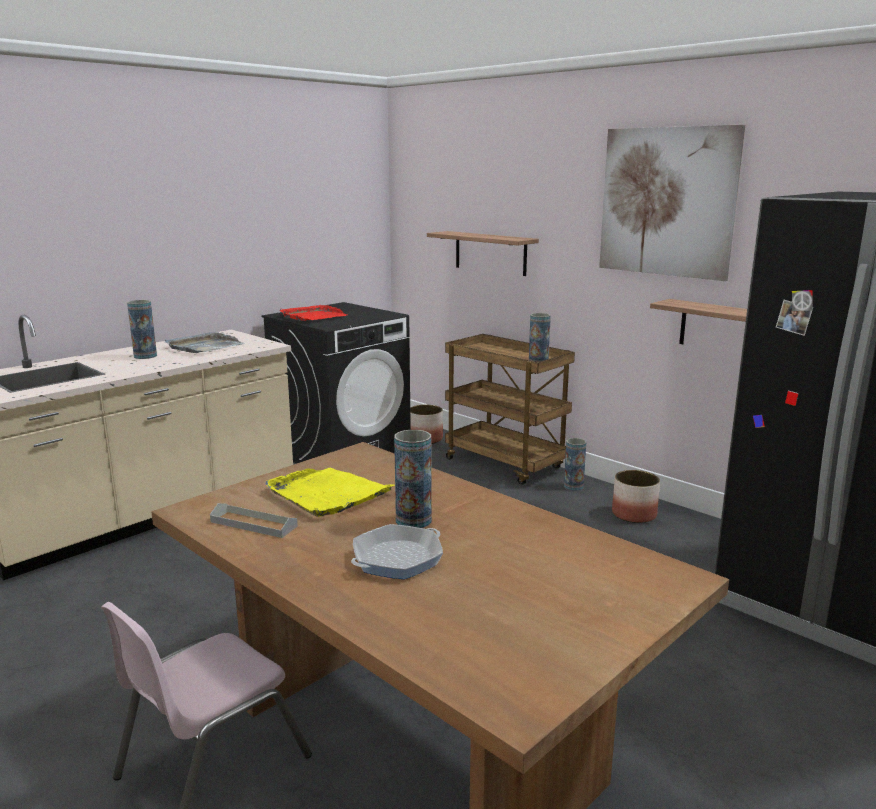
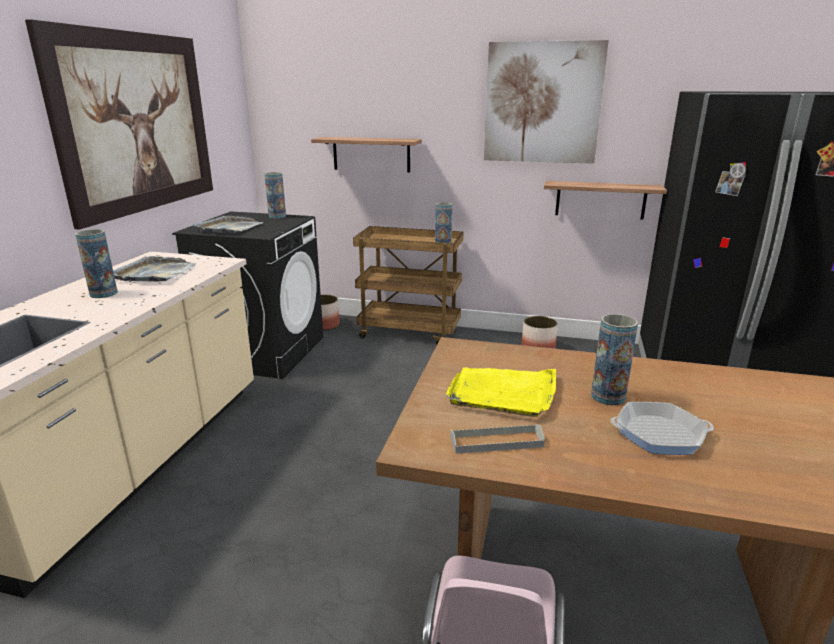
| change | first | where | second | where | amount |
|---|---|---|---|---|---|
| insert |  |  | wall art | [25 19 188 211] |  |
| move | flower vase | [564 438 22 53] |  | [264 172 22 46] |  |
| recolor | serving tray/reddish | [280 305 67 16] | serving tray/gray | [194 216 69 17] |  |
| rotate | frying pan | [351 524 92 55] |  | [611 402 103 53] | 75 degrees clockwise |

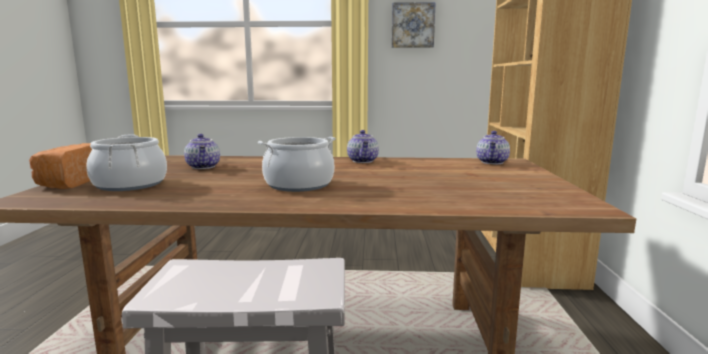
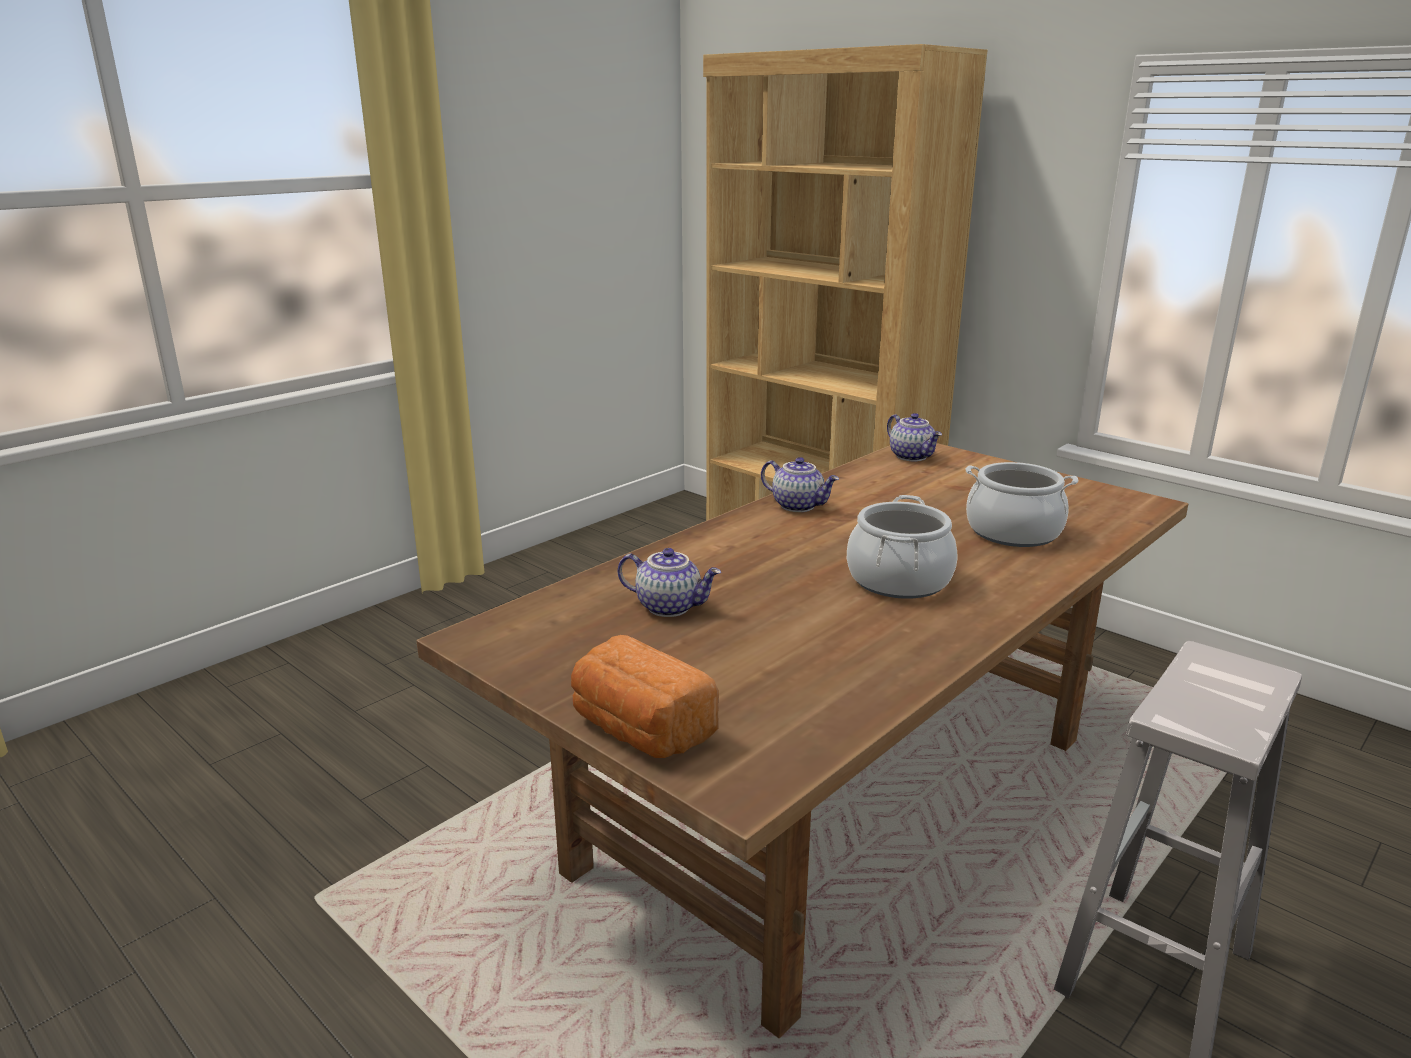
| change | first | where | second | where | amount |
|---|---|---|---|---|---|
| delete | wall art | [392 2 44 46] |  |  |  |
| move | stockpot | [87 134 80 57] |  | [966 462 112 85] |  |

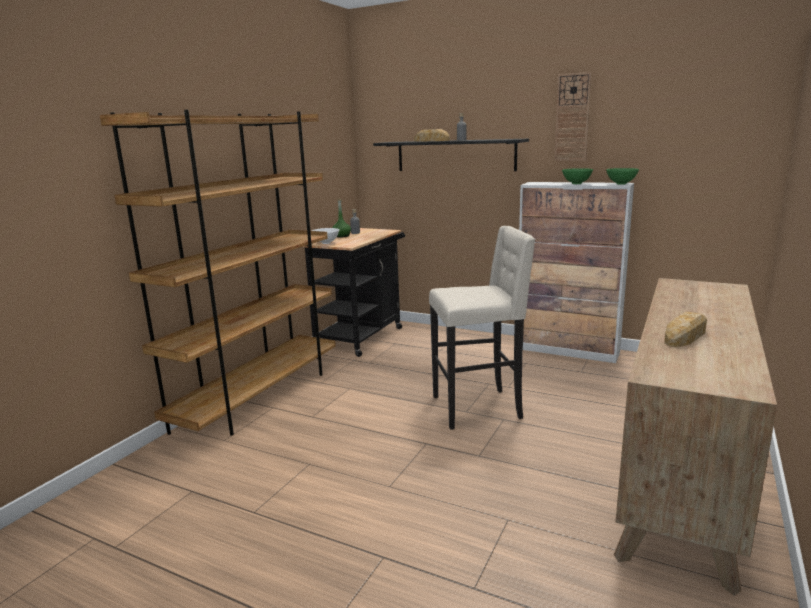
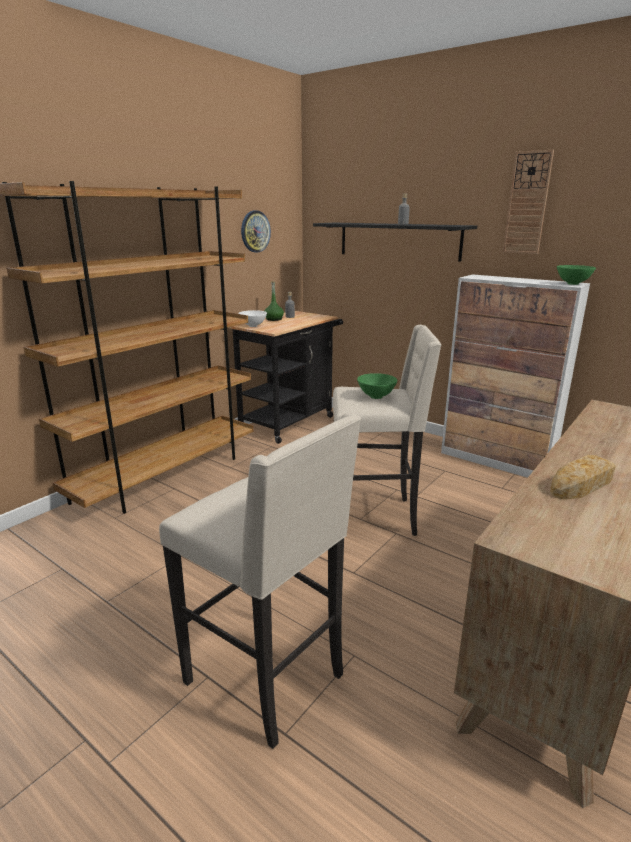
| change | first | where | second | where | amount |
|---|---|---|---|---|---|
| delete | bakery bread | [414 129 36 13] |  |  |  |
| insert |  |  | stool seat/sand-coloured | [159 413 202 336] |  |
| insert |  |  | wall clock | [241 211 30 42] |  |
| move | deep dish/green | [562 168 31 16] |  | [357 373 40 26] |  |

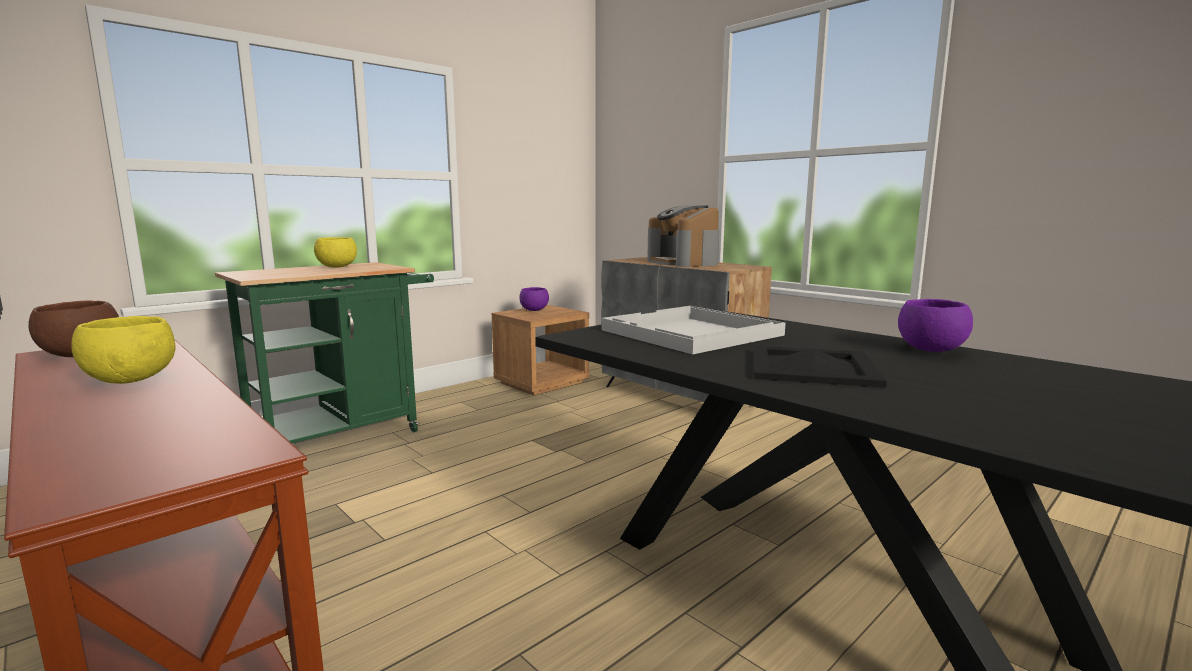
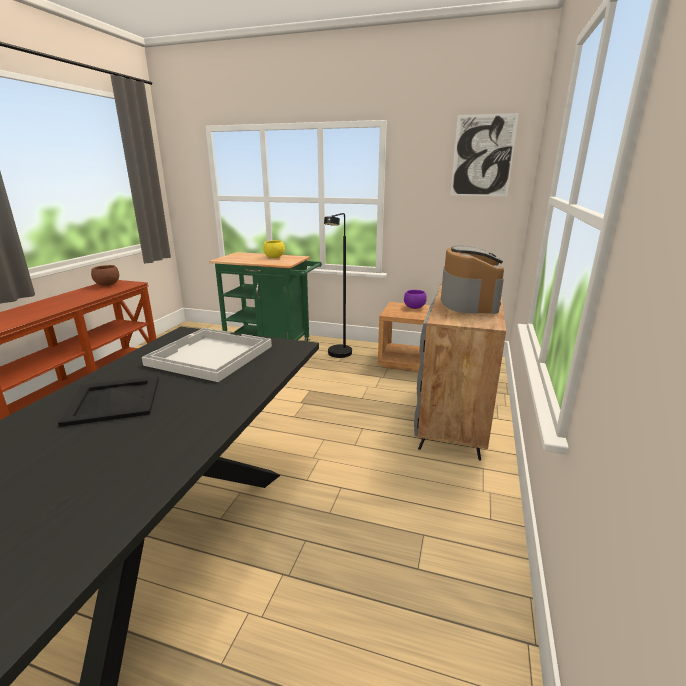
| change | first | where | second | where | amount |
|---|---|---|---|---|---|
| delete | deep dish/yellow | [71 316 105 68] |  |  |  |
| delete | deep dish/purple | [898 299 75 53] |  |  |  |
| insert |  |  | standard lamp/black | [324 213 28 145] |  |
| insert |  |  | wall art | [451 113 68 83] |  |
| rotate | coffee machine | [647 205 72 62] |  | [441 245 63 69] | 150 degrees clockwise |

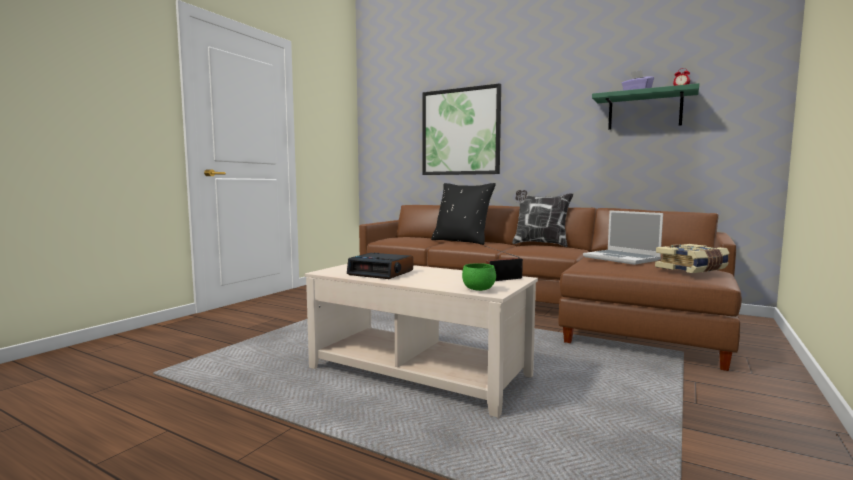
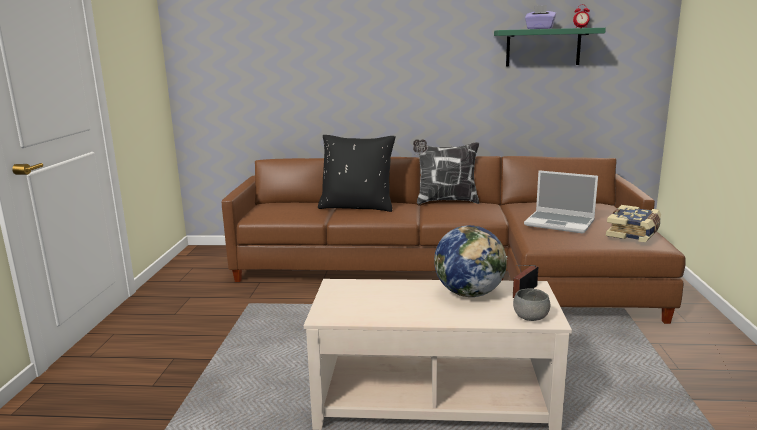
| change | first | where | second | where | amount |
|---|---|---|---|---|---|
| delete | table clock | [347 253 66 26] |  |  |  |
| delete | wall art | [422 83 79 92] |  |  |  |
| insert |  |  | globe | [434 225 73 72] |  |
| recolor | deep dish/green | [462 263 34 28] | deep dish/gray | [513 289 37 32] |  |

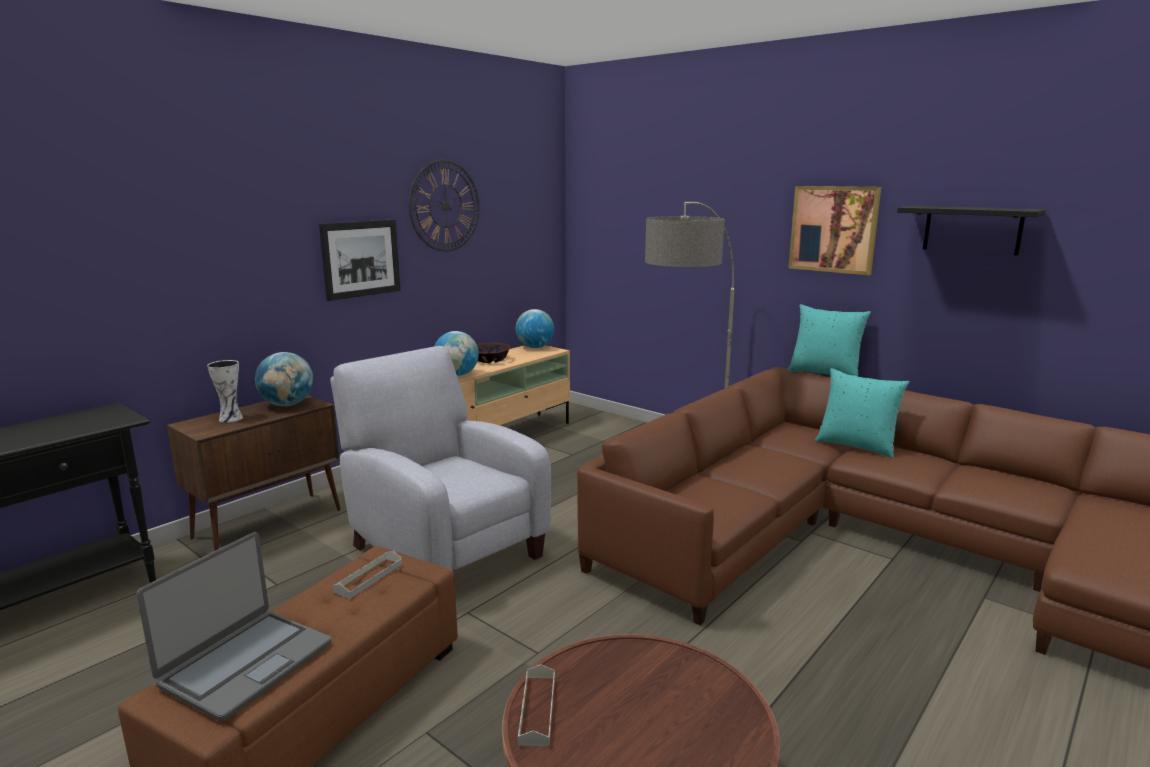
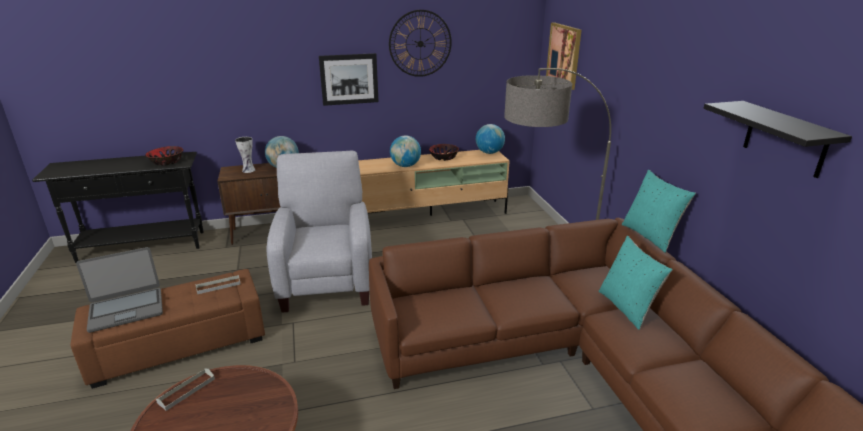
| change | first | where | second | where | amount |
|---|---|---|---|---|---|
| insert |  |  | deep dish | [145 146 38 20] |  |
| move | wall art | [789 186 92 89] |  | [546 23 36 67] |  |

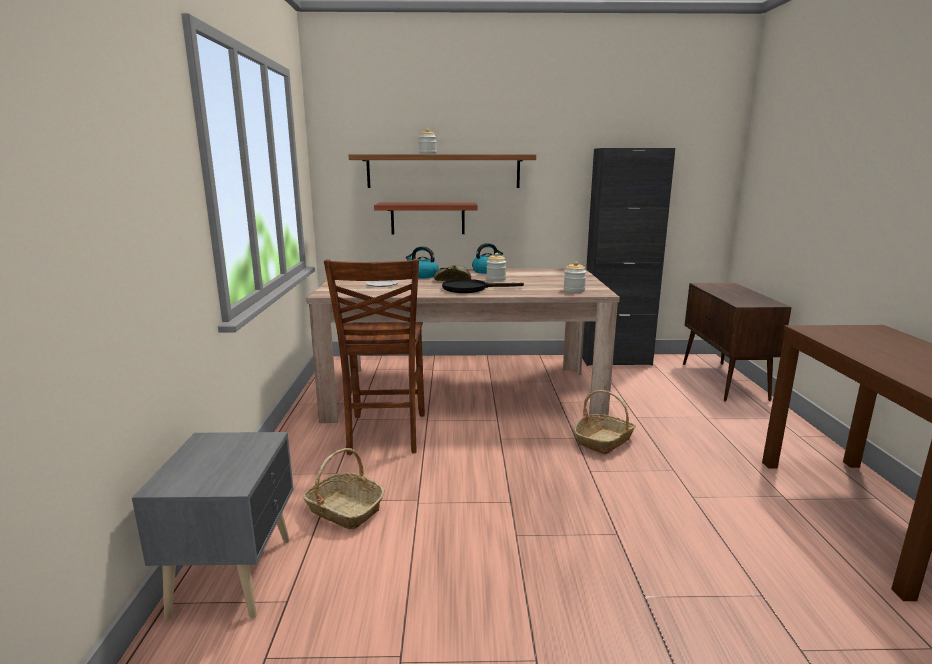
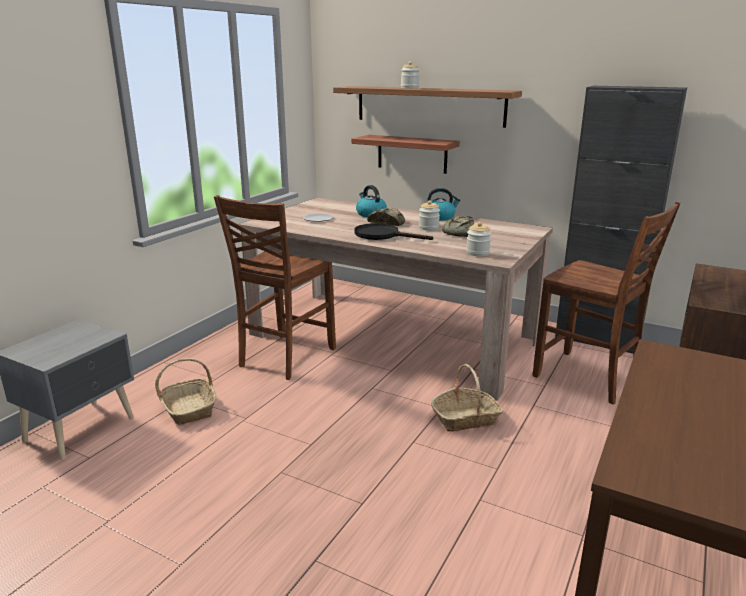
| change | first | where | second | where | amount |
|---|---|---|---|---|---|
| insert |  |  | bakery bread | [442 216 32 21] |  |
| insert |  |  | upright chair/brown | [533 202 147 203] |  |

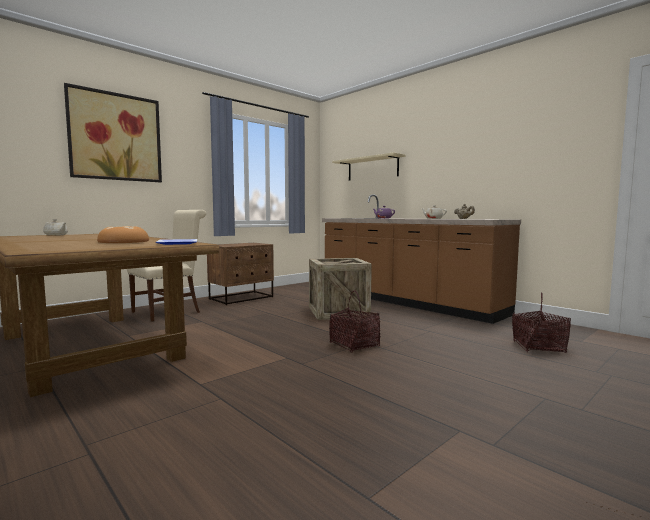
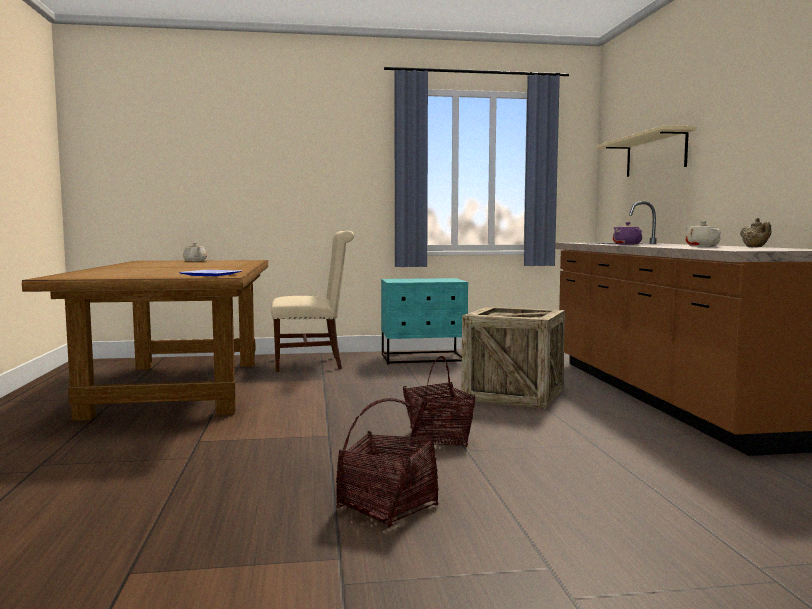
| change | first | where | second | where | amount |
|---|---|---|---|---|---|
| delete | wall art | [64 83 98 99] |  |  |  |
| delete | bakery bread | [97 226 52 17] |  |  |  |
| move | storage basket | [512 292 59 61] |  | [336 398 103 129] |  |
| recolor | bedside table/brown | [207 243 67 62] | bedside table/turquoise-coloured | [381 278 87 87] |  |

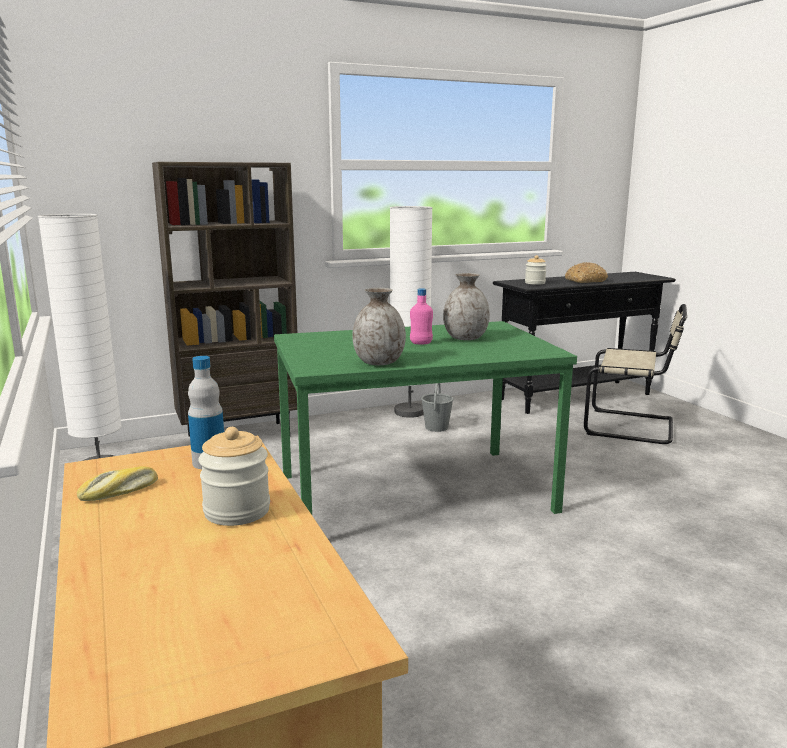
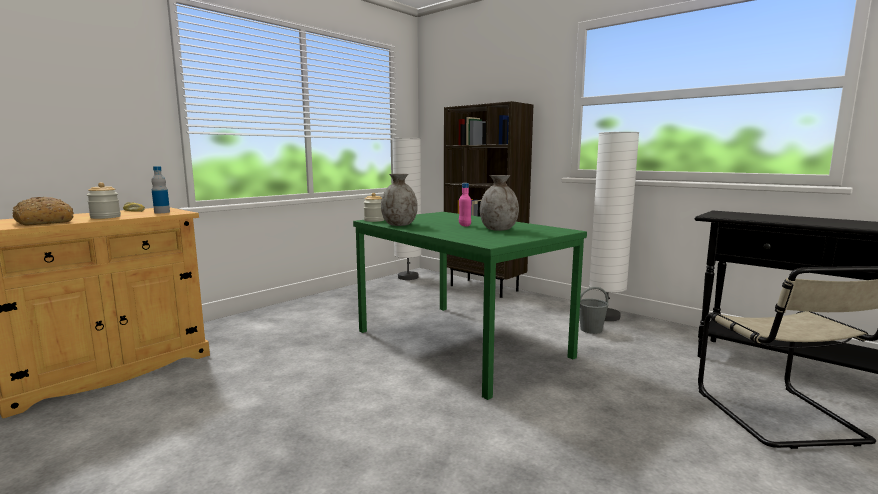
| change | first | where | second | where | amount |
|---|---|---|---|---|---|
| move | jar | [525 255 22 30] |  | [363 193 21 29] |  |
| move | bakery bread | [565 262 43 21] |  | [12 197 61 29] |  |

